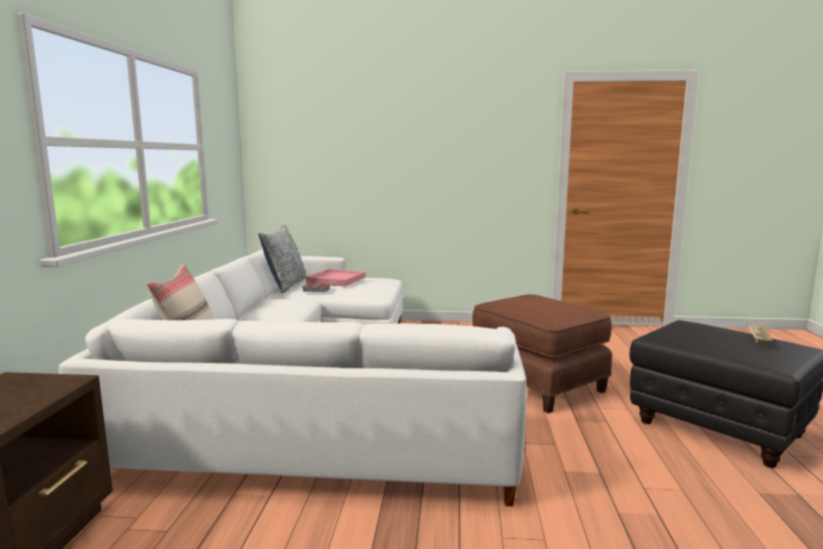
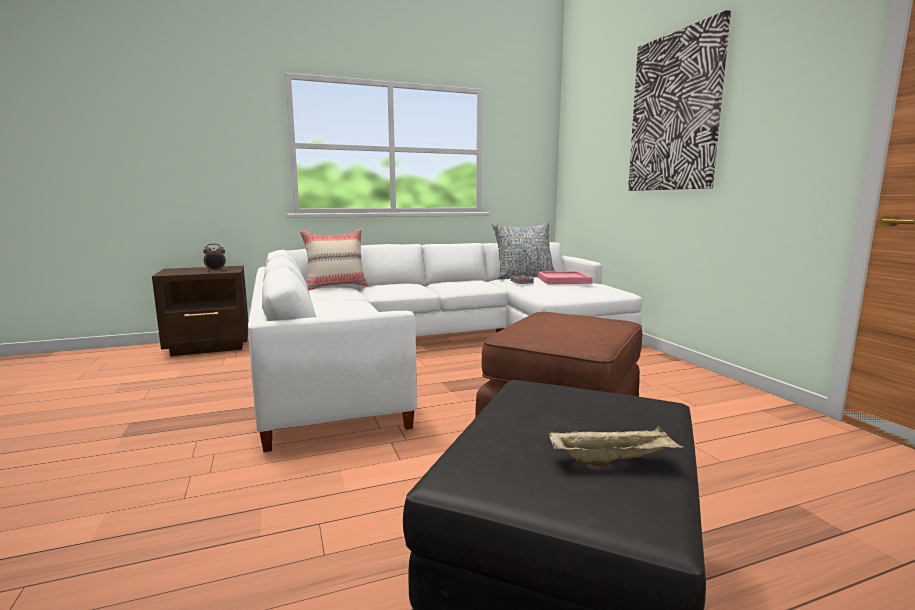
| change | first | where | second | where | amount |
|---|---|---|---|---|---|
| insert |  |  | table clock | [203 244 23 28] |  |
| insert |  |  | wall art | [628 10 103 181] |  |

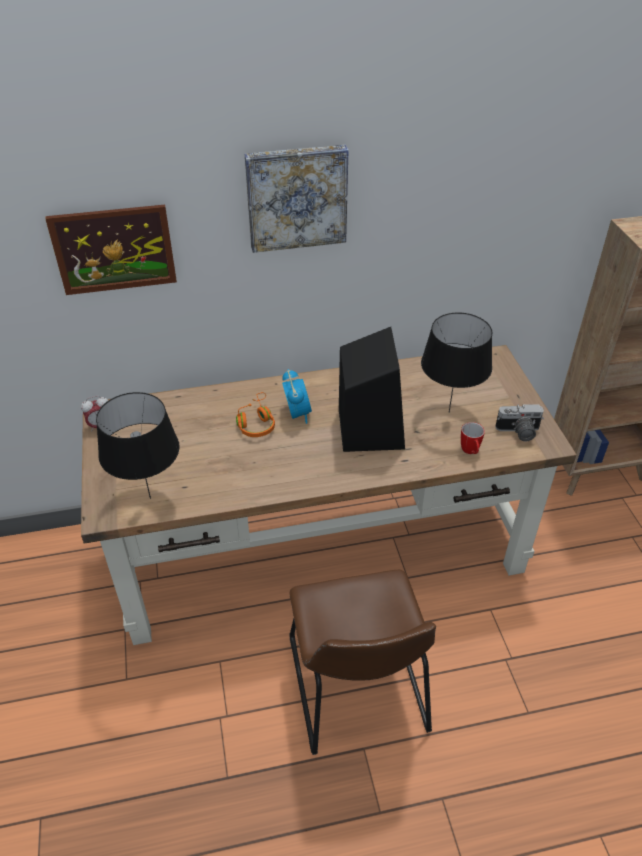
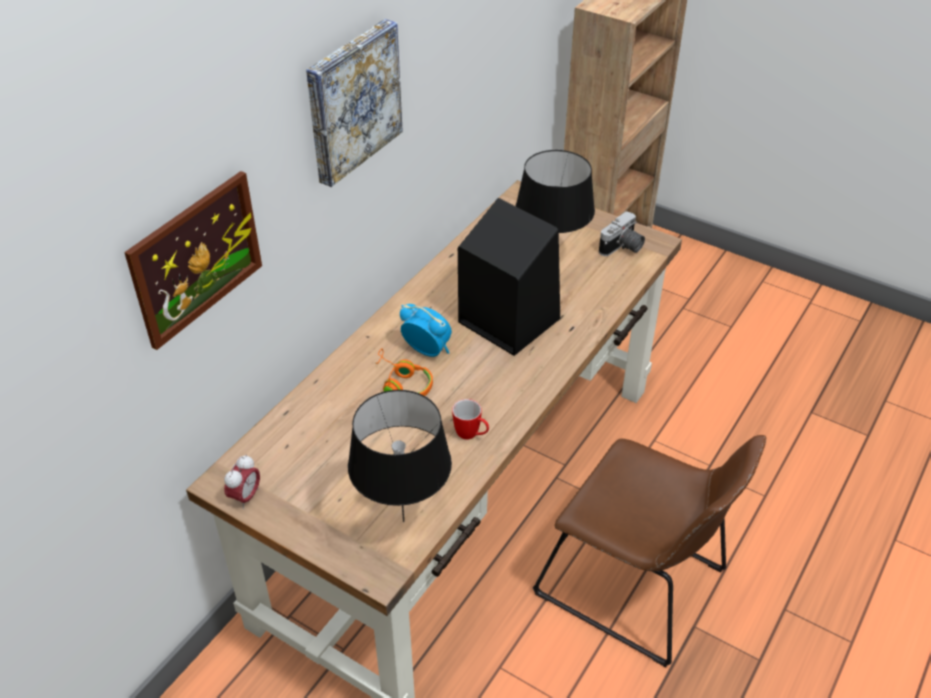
| change | first | where | second | where | amount |
|---|---|---|---|---|---|
| move | tea mug | [461 422 24 32] |  | [452 399 37 41] |  |

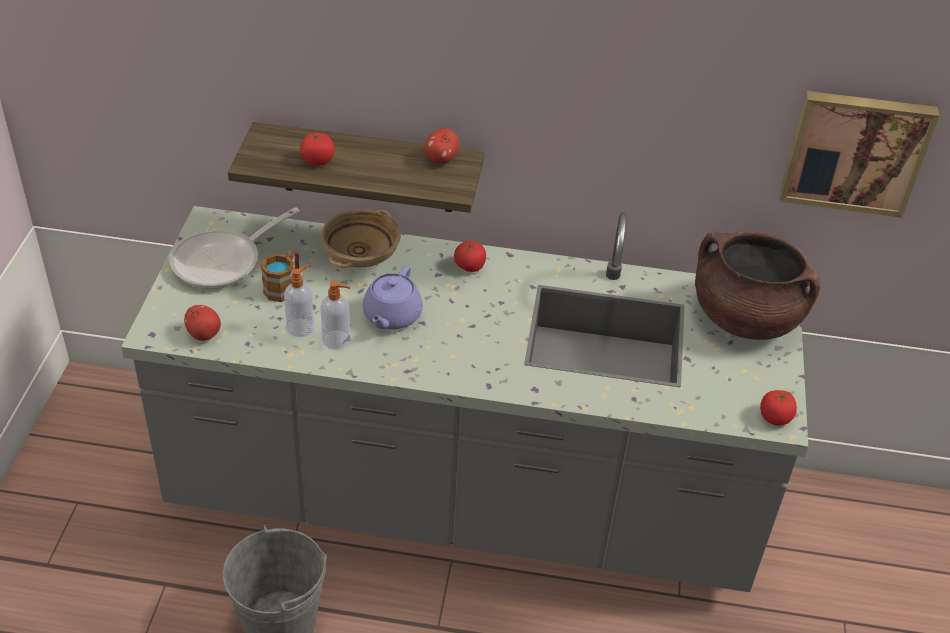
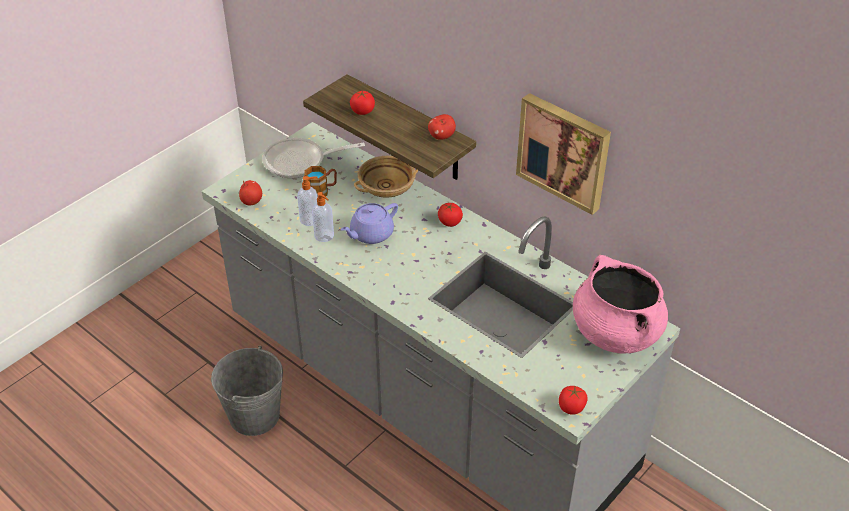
| change | first | where | second | where | amount |
|---|---|---|---|---|---|
| move | wall art | [779 91 160 127] |  | [516 93 95 122] |  |
| recolor | stockpot/brown | [695 232 125 108] | stockpot/pink | [573 255 95 99] |  |

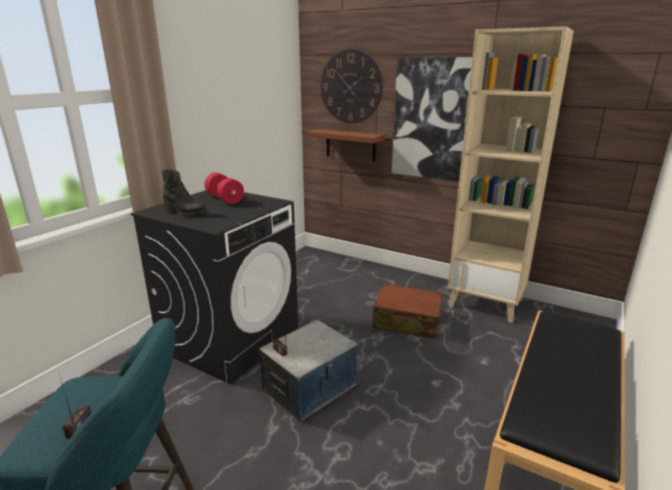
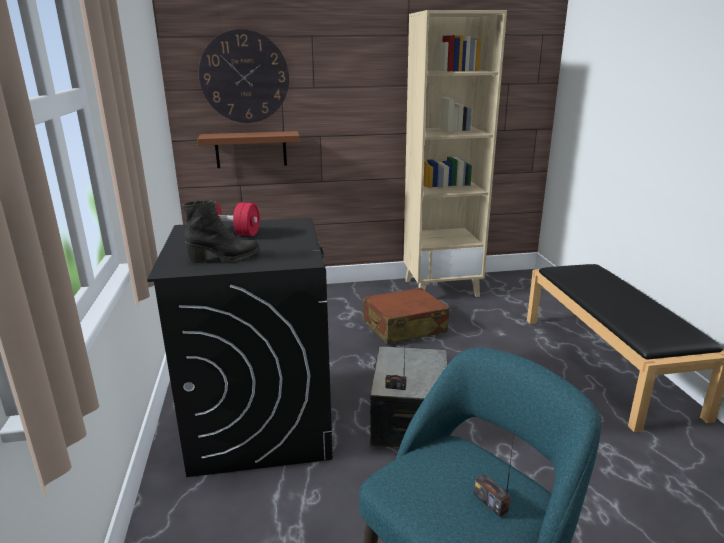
| change | first | where | second | where | amount |
|---|---|---|---|---|---|
| delete | wall art | [392 57 80 125] |  |  |  |

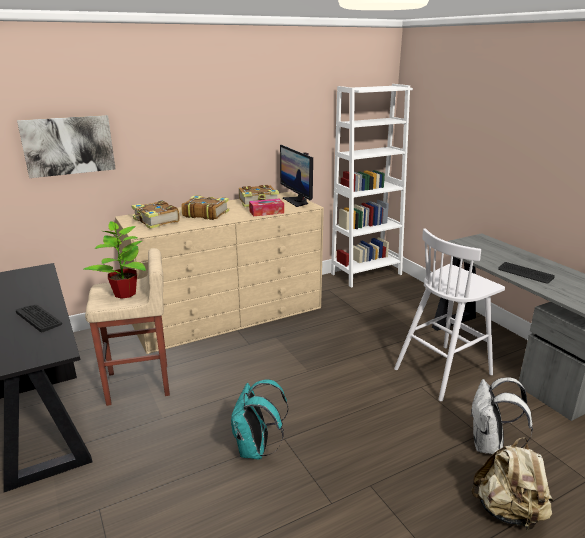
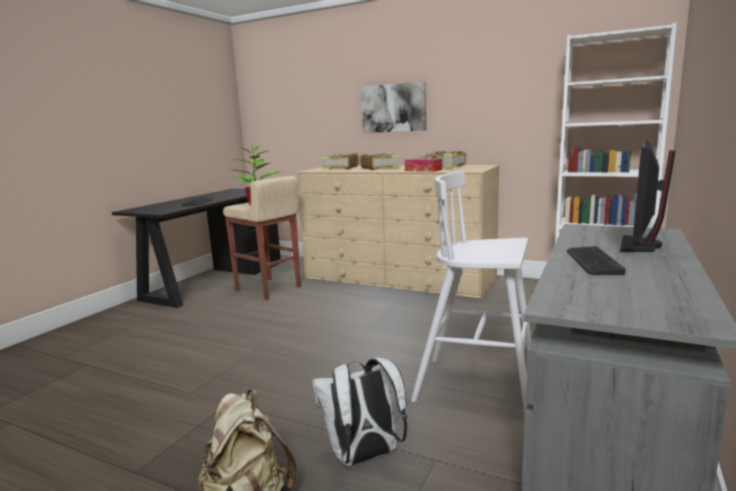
| change | first | where | second | where | amount |
|---|---|---|---|---|---|
| delete | rucksack/turquoise-coloured | [231 380 57 79] |  |  |  |
| move | wall art | [17 115 99 63] |  | [361 82 65 51] |  |
| move | monitor | [280 145 33 62] |  | [620 140 56 112] |  |

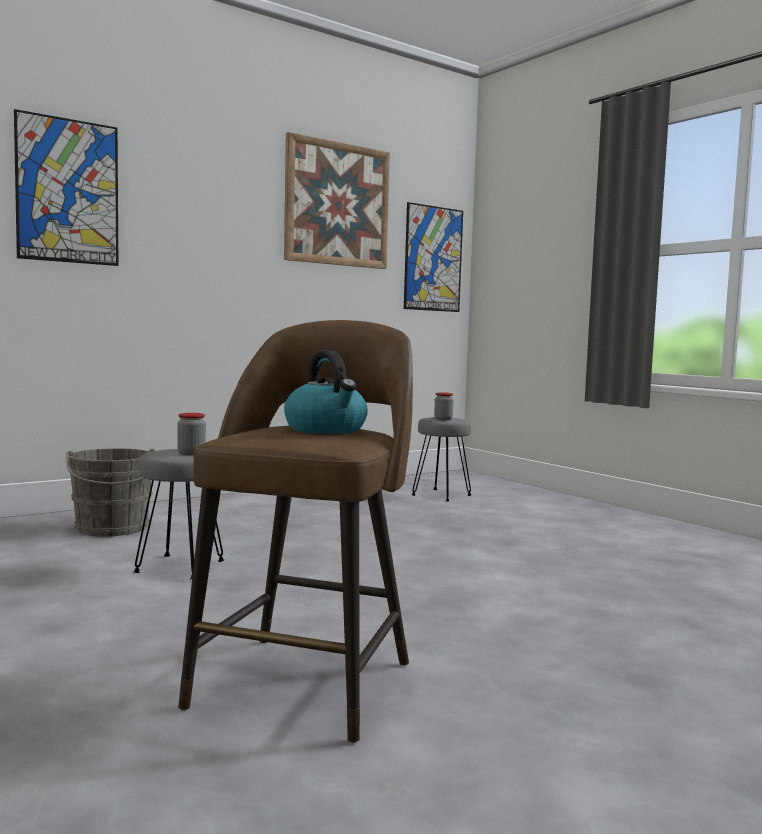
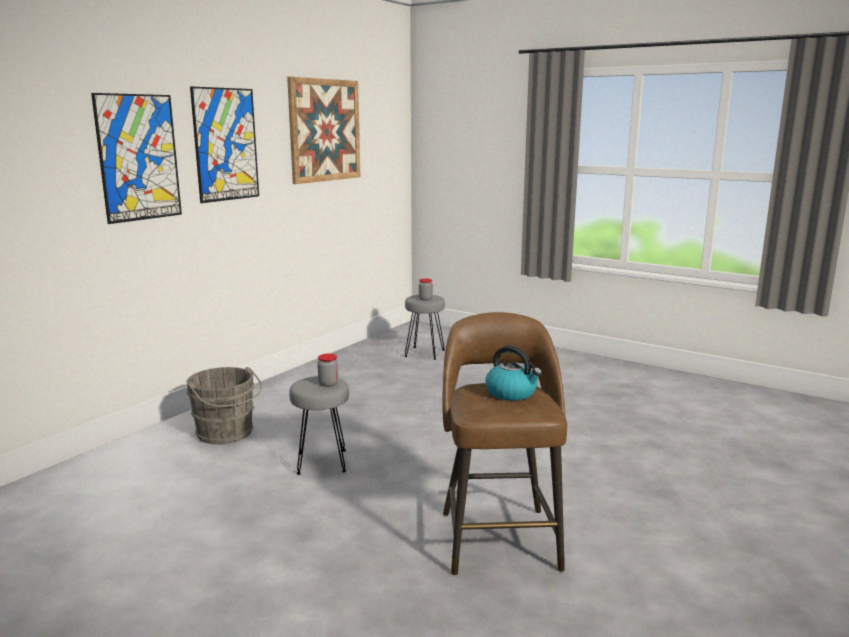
| change | first | where | second | where | amount |
|---|---|---|---|---|---|
| move | wall art | [404 202 59 110] |  | [190 87 69 116] |  |

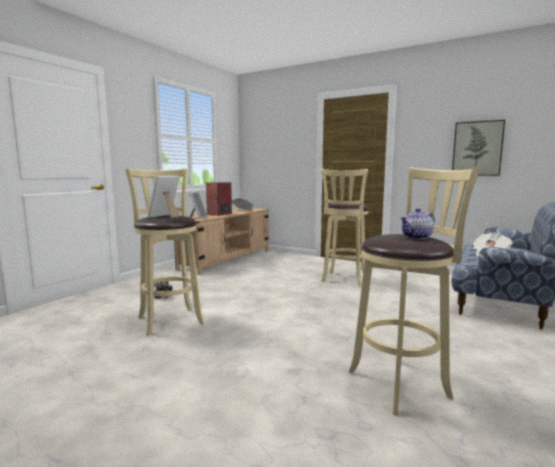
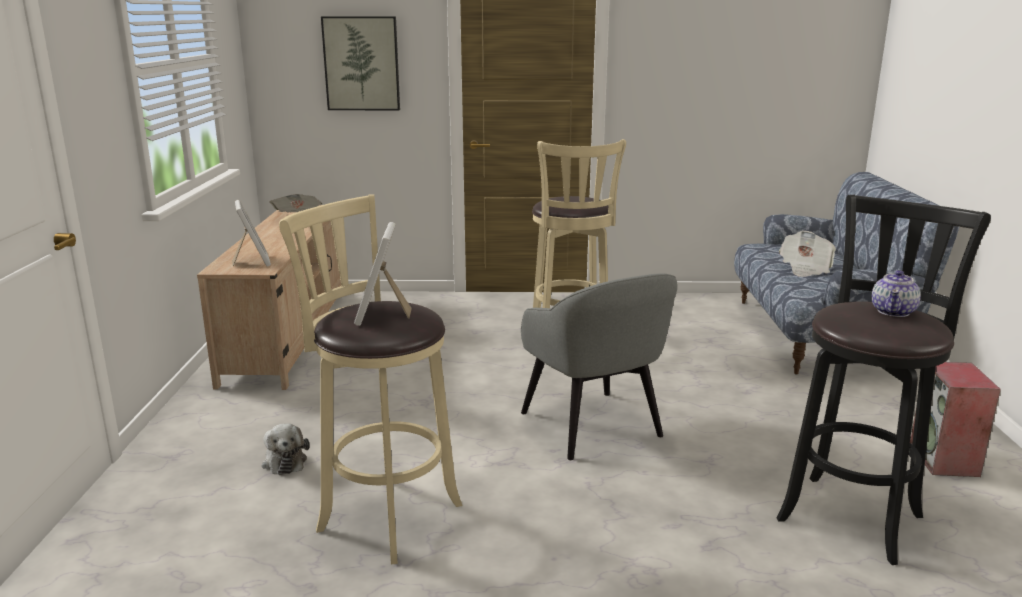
| change | first | where | second | where | amount |
|---|---|---|---|---|---|
| insert |  |  | armchair/gray | [521 273 157 187] |  |
| move | audio speaker | [206 182 26 34] |  | [910 362 91 115] |  |
| move | wall art | [452 120 53 56] |  | [321 16 79 94] |  |
| recolor | stool seat/sand-coloured | [348 167 131 249] | stool seat/black | [777 195 214 370] |  |

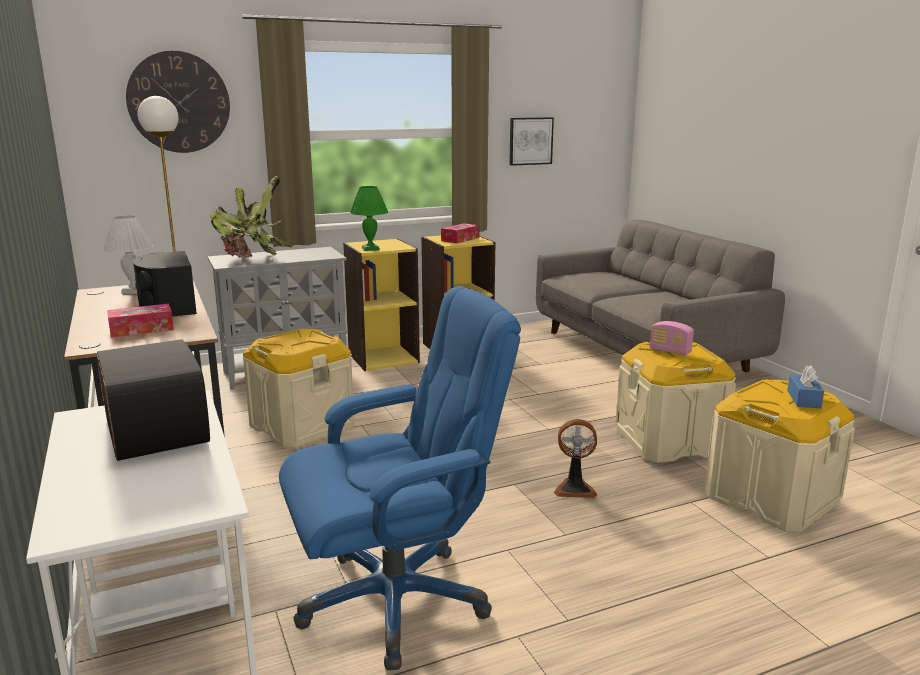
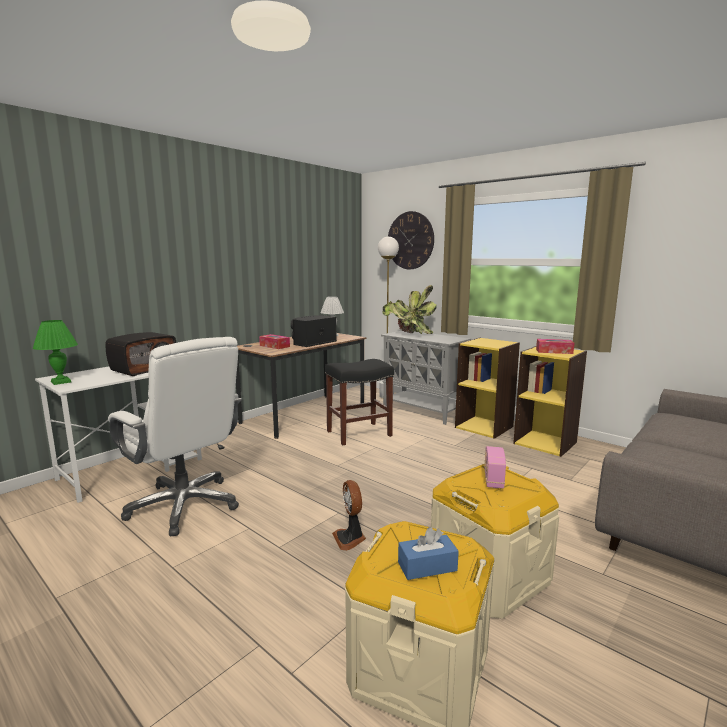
| change | first | where | second | where | amount |
|---|---|---|---|---|---|
| delete | wall art | [509 117 45 49] |  |  |  |
| move | tabletop lamp/green | [350 186 38 65] |  | [33 320 45 65] |  |
| replace | storage box/sand-coloured | [243 329 111 119] | stool seat/black | [325 359 69 86] |  |
| recolor | desk chair/blue | [279 286 242 384] | desk chair/white-coloured | [108 337 134 200] |  |

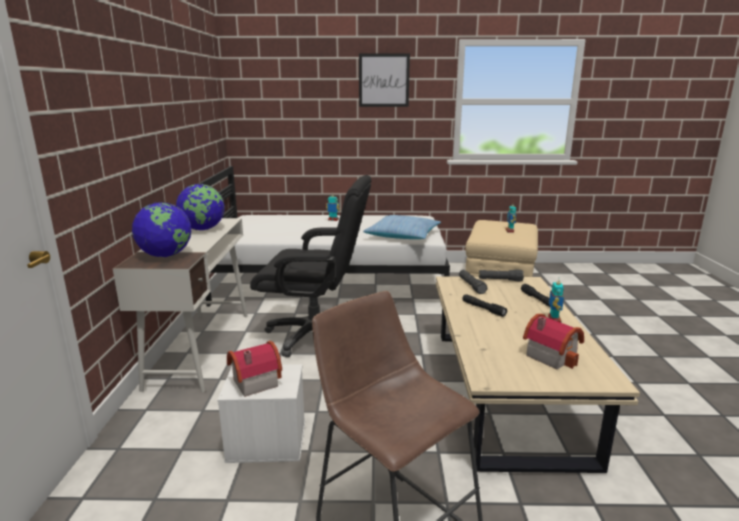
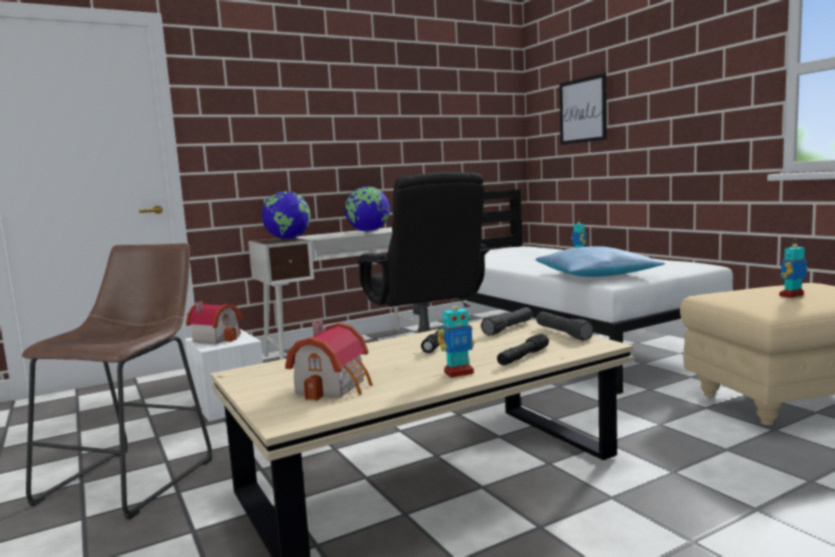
| change | first | where | second | where | amount |
|---|---|---|---|---|---|
| move | wall art | [359 53 51 54] |  | [559 73 48 72] |  |

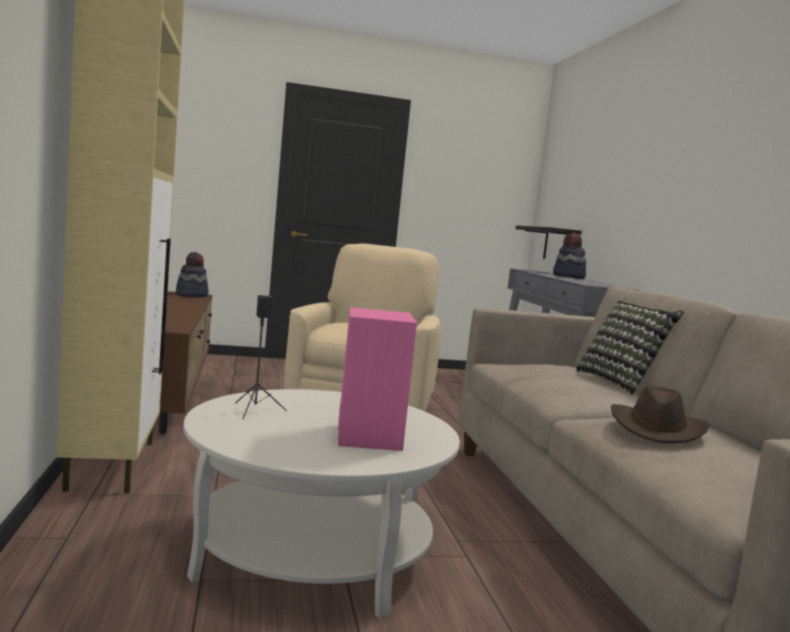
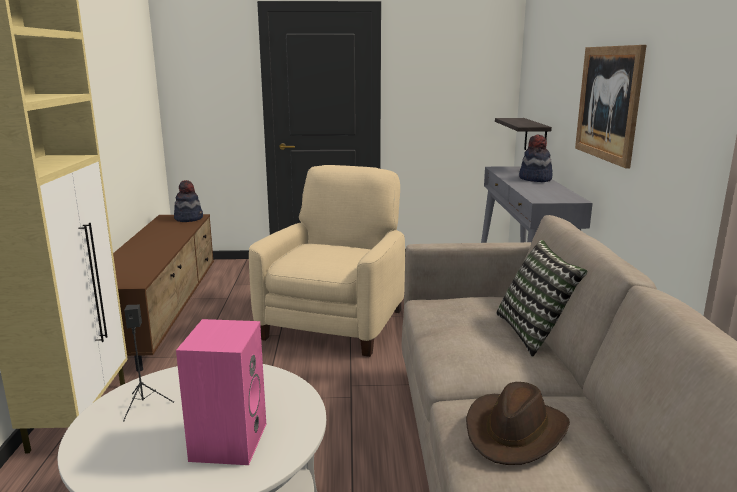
| change | first | where | second | where | amount |
|---|---|---|---|---|---|
| insert |  |  | wall art | [575 45 72 123] |  |

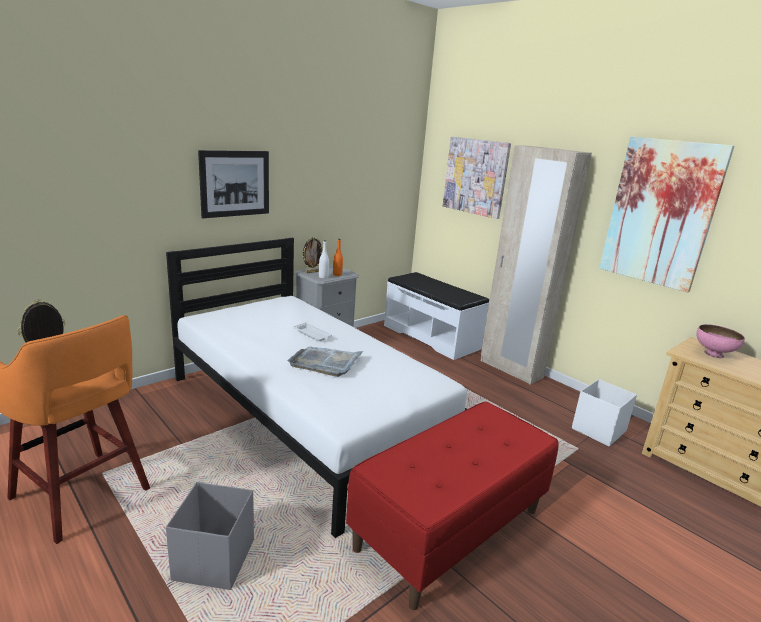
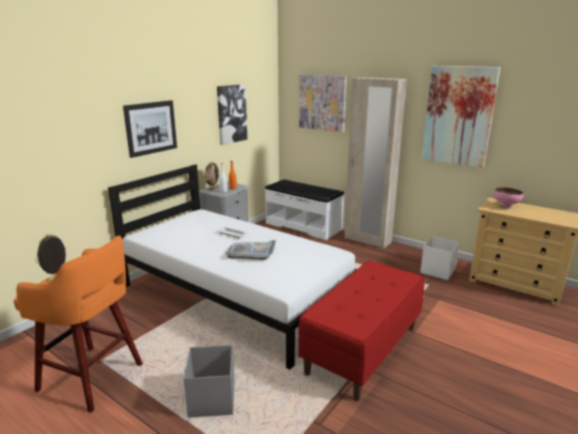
| change | first | where | second | where | amount |
|---|---|---|---|---|---|
| insert |  |  | wall art | [217 84 30 61] |  |

